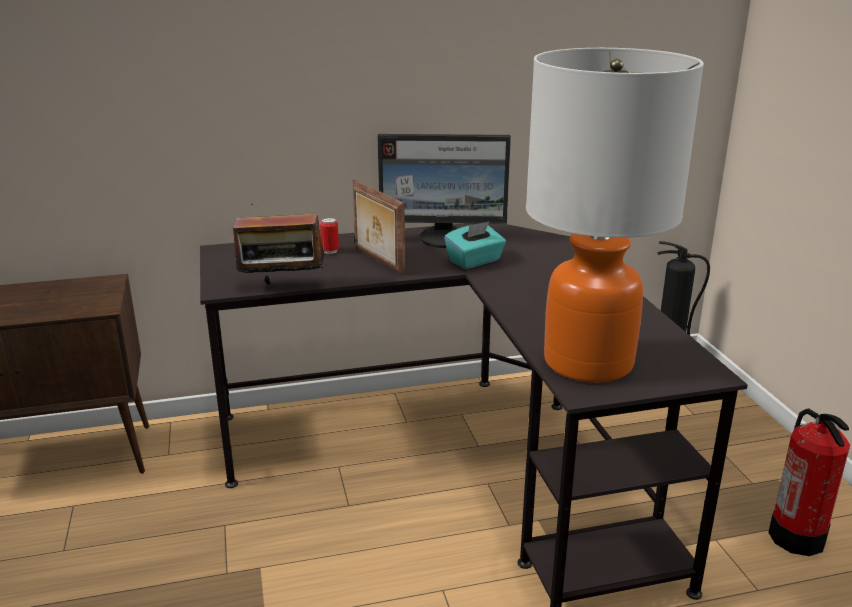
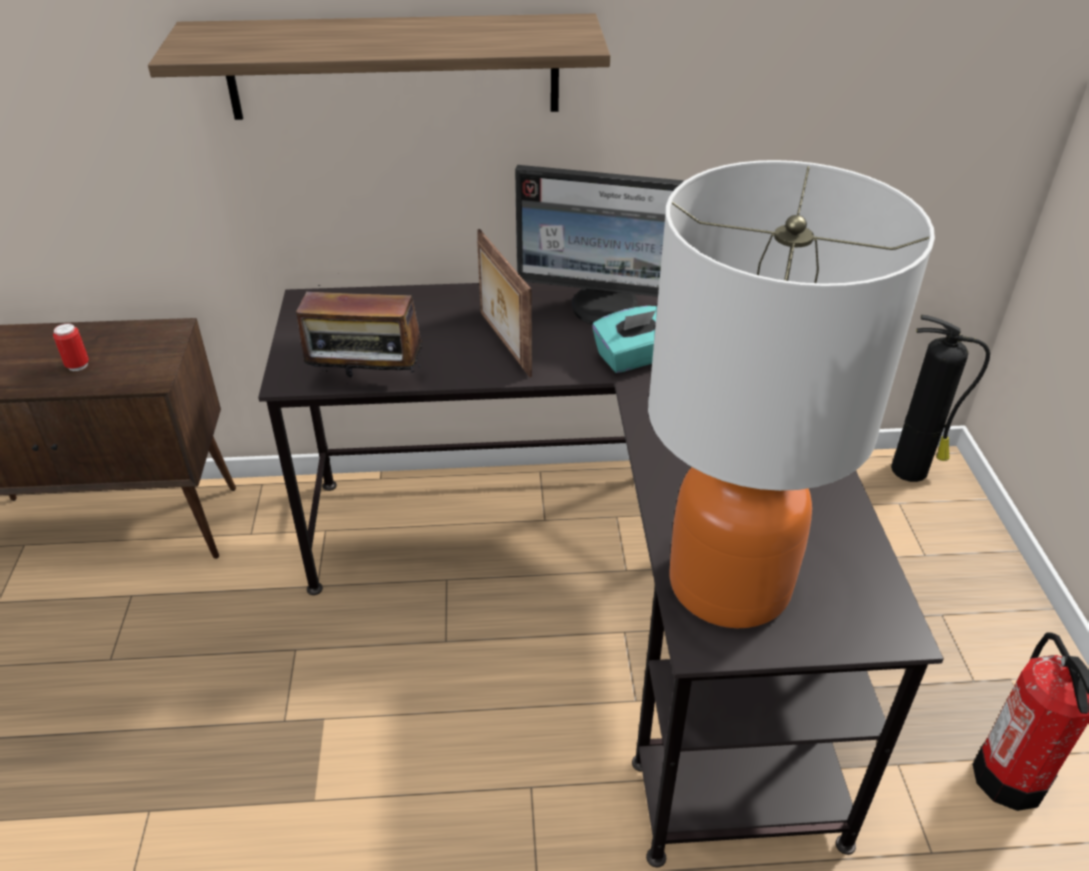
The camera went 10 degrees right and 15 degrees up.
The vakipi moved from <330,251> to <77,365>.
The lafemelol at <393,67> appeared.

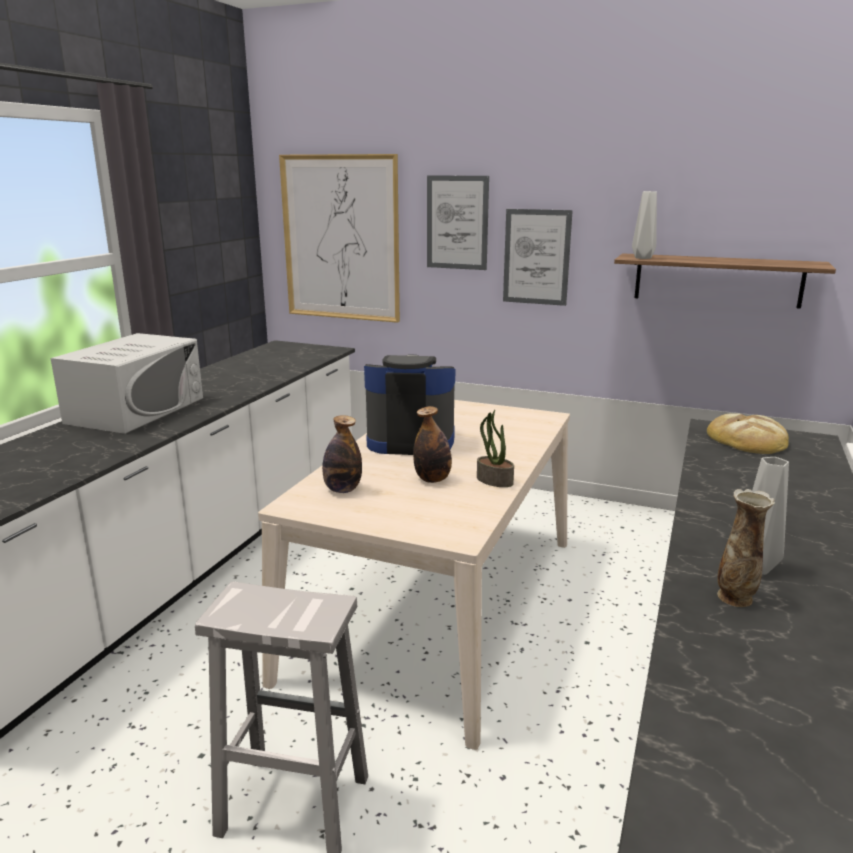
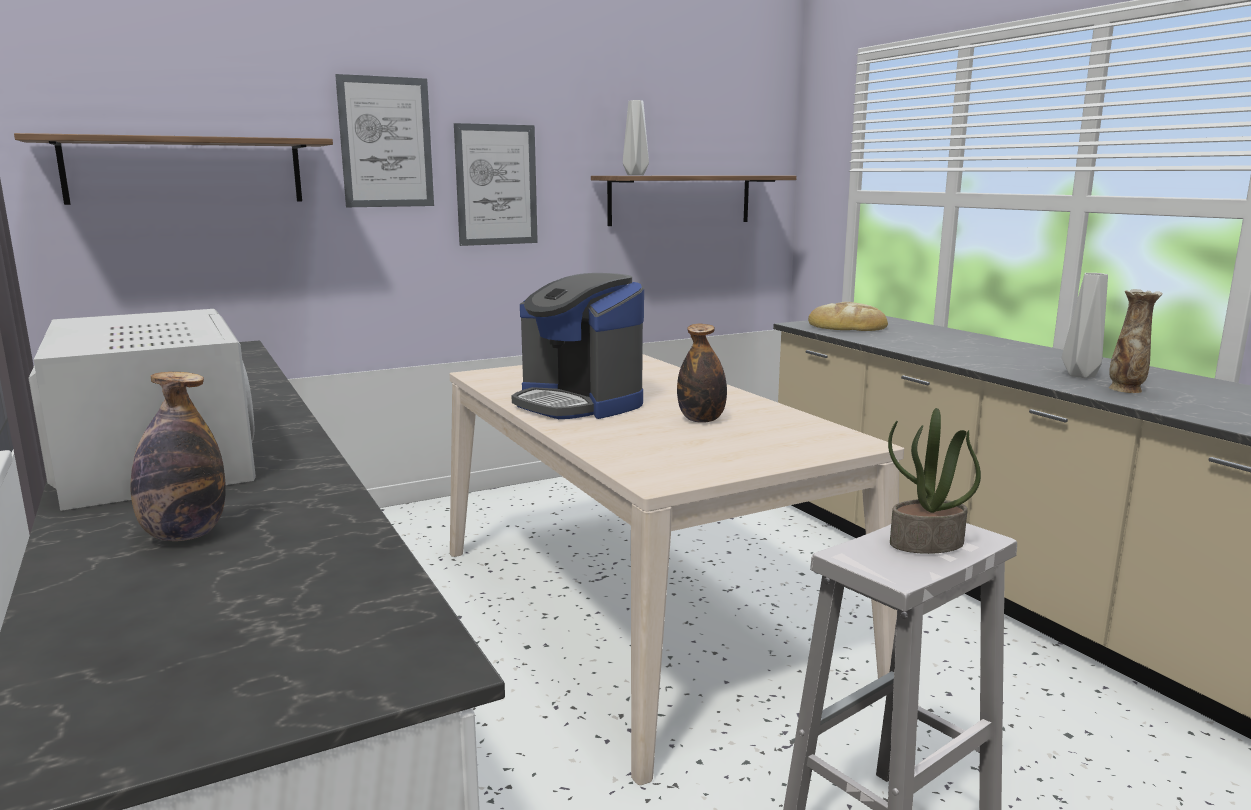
The camera went 50 degrees left and 5 degrees down.
The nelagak at <341,238> was replaced by the lafemelol at <185,171>.
The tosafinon at <410,441> turned 90 degrees counterclockwise.
The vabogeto moved from <493,480> to <926,544>.
The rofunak moved from <342,489> to <184,535>.

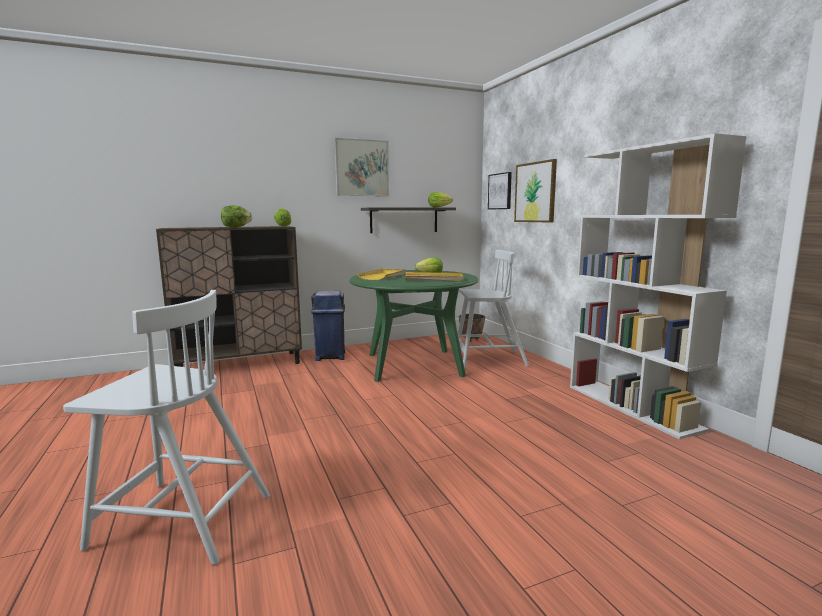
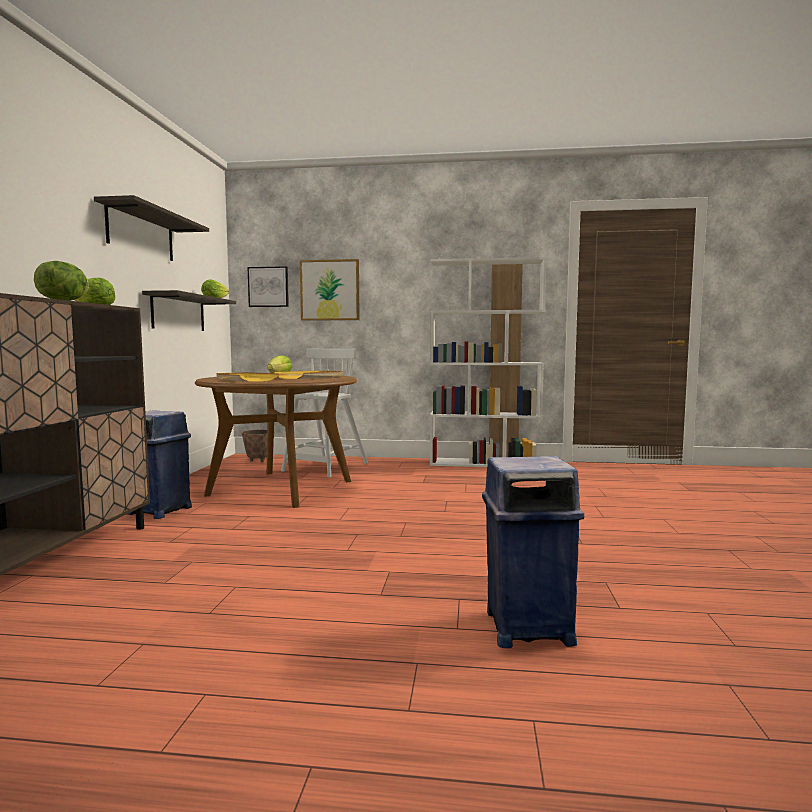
The camera went 60 degrees left and 5 degrees down.
The nelagak at <362,168> was replaced by the lafemelol at <141,233>.
The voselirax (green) at <414,365> became the voselirax (brown) at <281,488>.
The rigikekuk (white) at <180,520> was replaced by the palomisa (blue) at <526,627>.

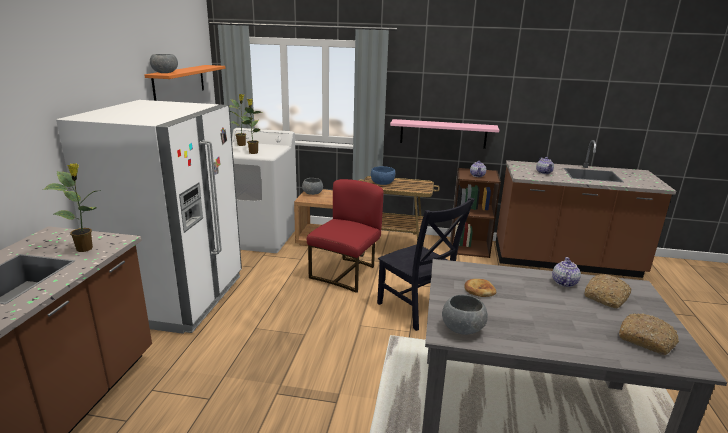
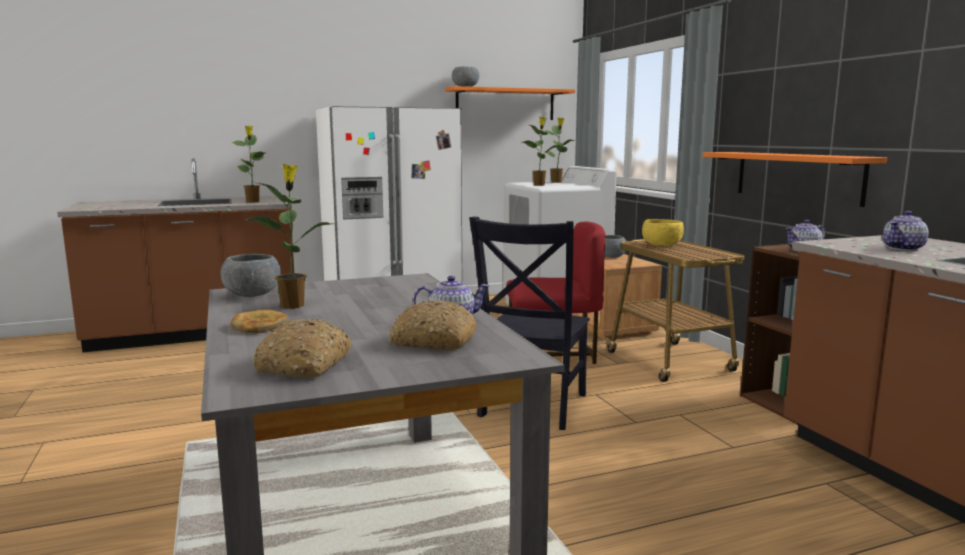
The camera went 60 degrees right and 10 degrees down.
The lafemelol (pink) at <443,133> became the lafemelol (orange) at <797,176>.
The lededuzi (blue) at <382,183> became the lededuzi (yellow) at <661,245>.
The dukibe moved from <479,290> to <259,326>.
The vabogeto at <293,305> appeared.

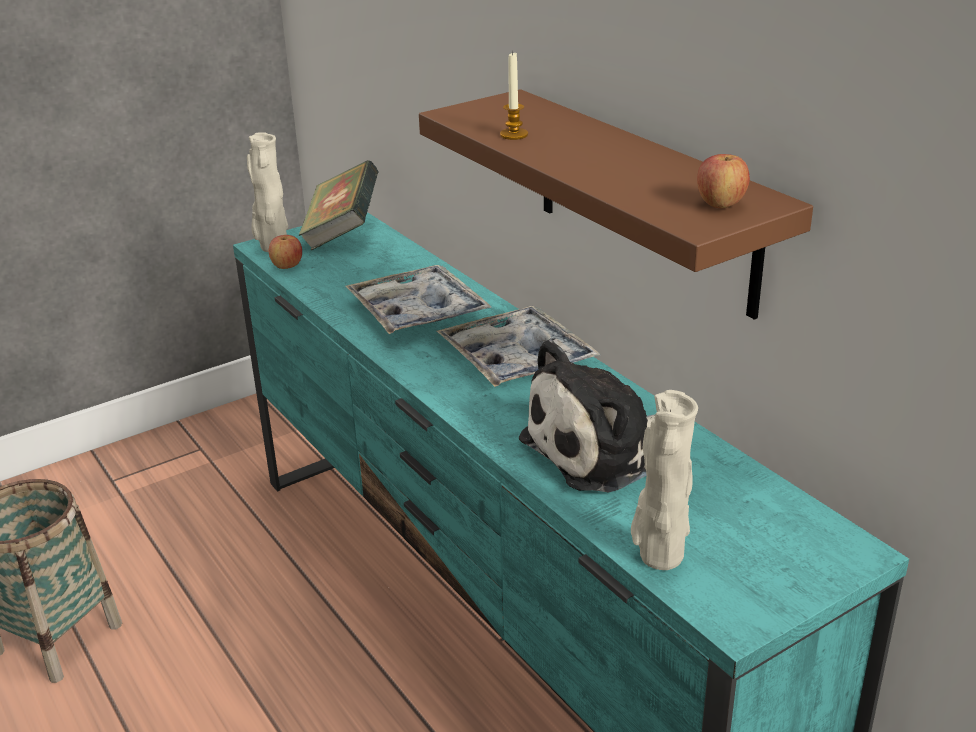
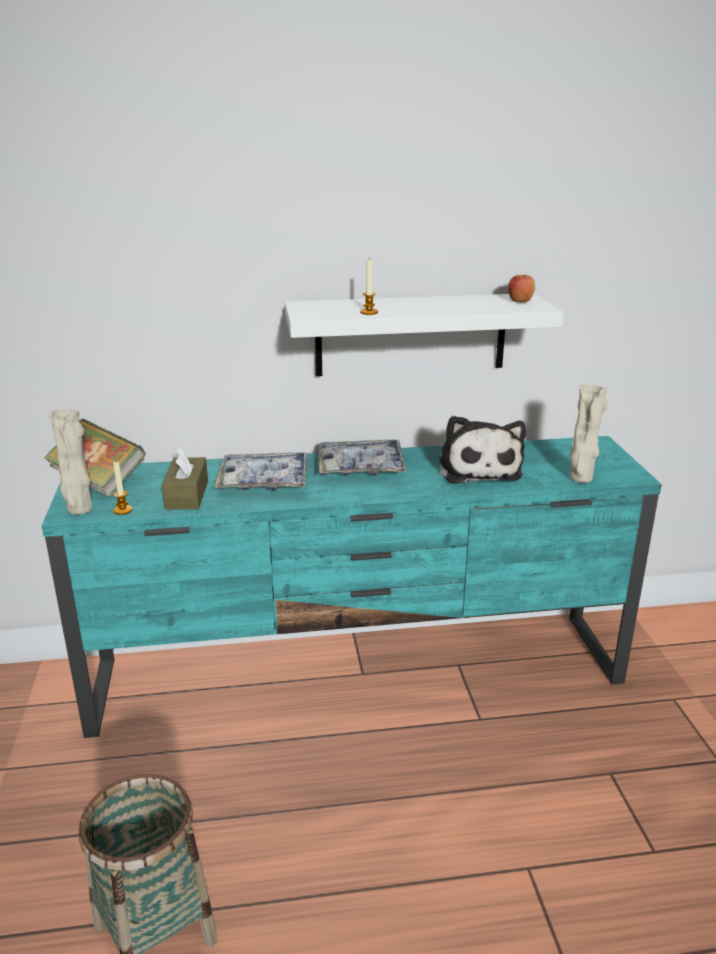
The camera went 65 degrees left and 5 degrees down.
The lafemelol (brown) at <644,200> became the lafemelol (white) at <411,334>.
The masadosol at <287,266> was replaced by the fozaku at <123,510>.
The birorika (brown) at <187,495> appeared.

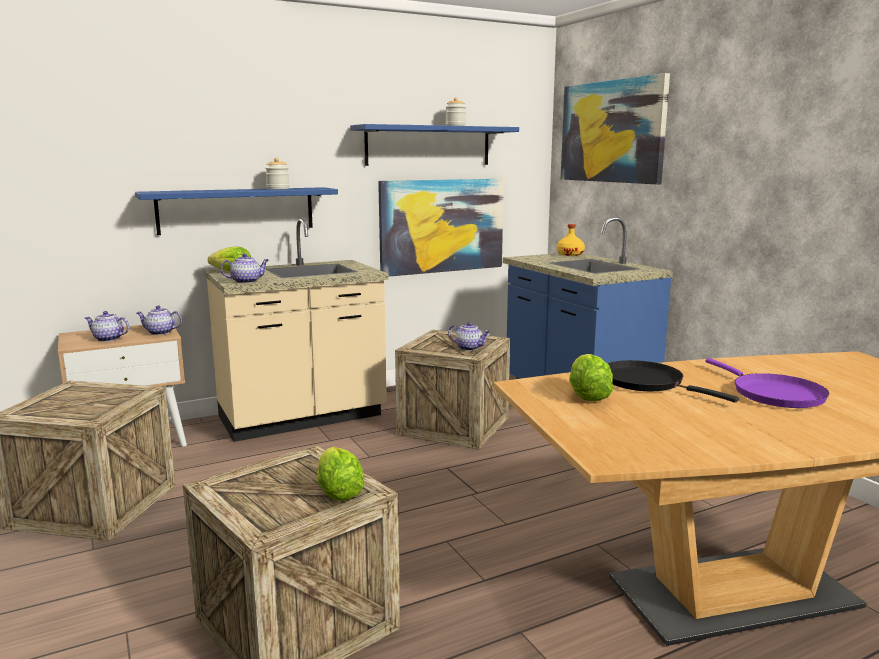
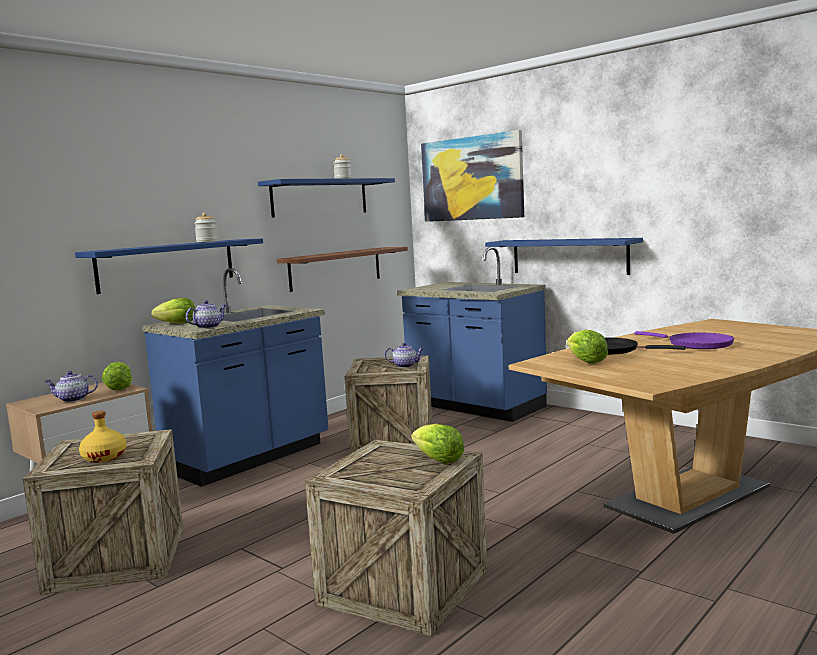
The camera went 20 degrees left and 5 degrees down.
The nelagak at <442,226> was replaced by the lafemelol (brown) at <335,268>.
The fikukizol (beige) at <302,418> became the fikukizol (blue) at <249,458>.
The rofunak (yellow) moved from <570,254> to <104,457>.
The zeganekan at <159,333> was replaced by the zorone at <119,388>.
The lafemelol (blue) at <569,256> appeared.

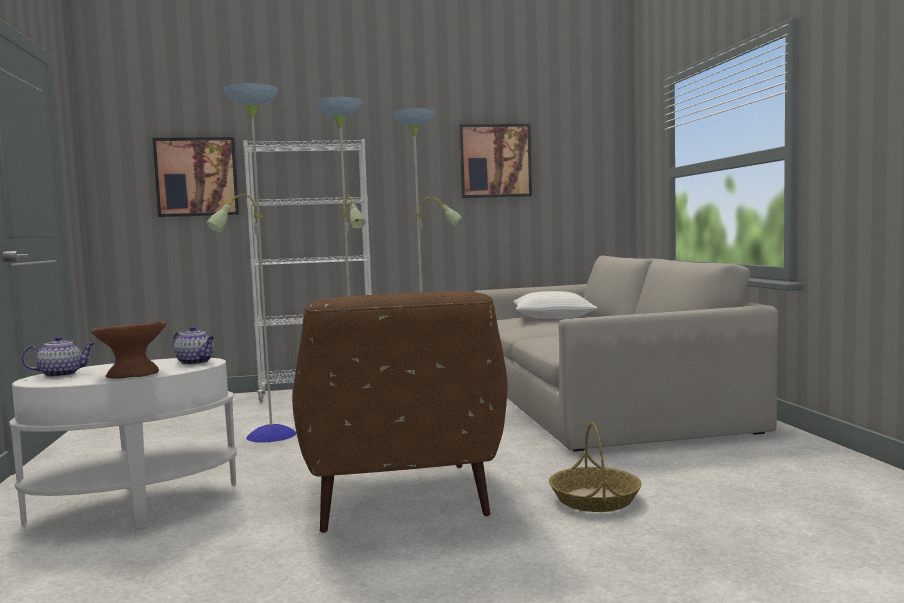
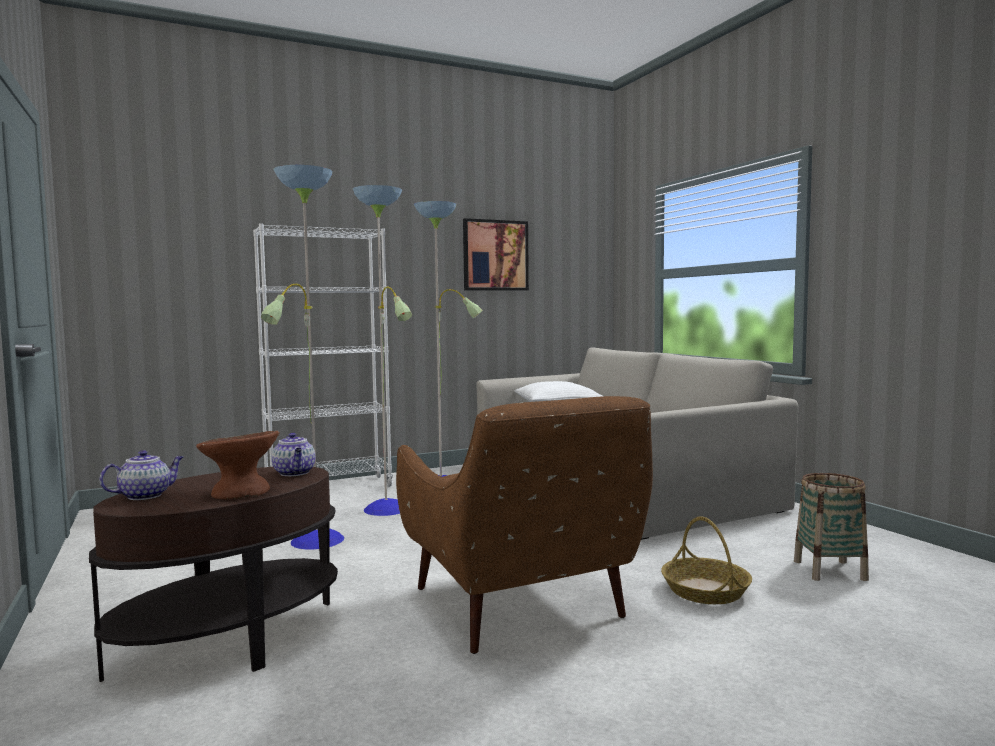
The camera went 15 degrees left and 0 degrees up.
The nelagak at <197,177> disappeared.
The zeganekan at <196,362> turned 45 degrees clockwise.
The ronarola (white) at <135,507> became the ronarola (brown) at <229,642>.
The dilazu at <830,570> appeared.

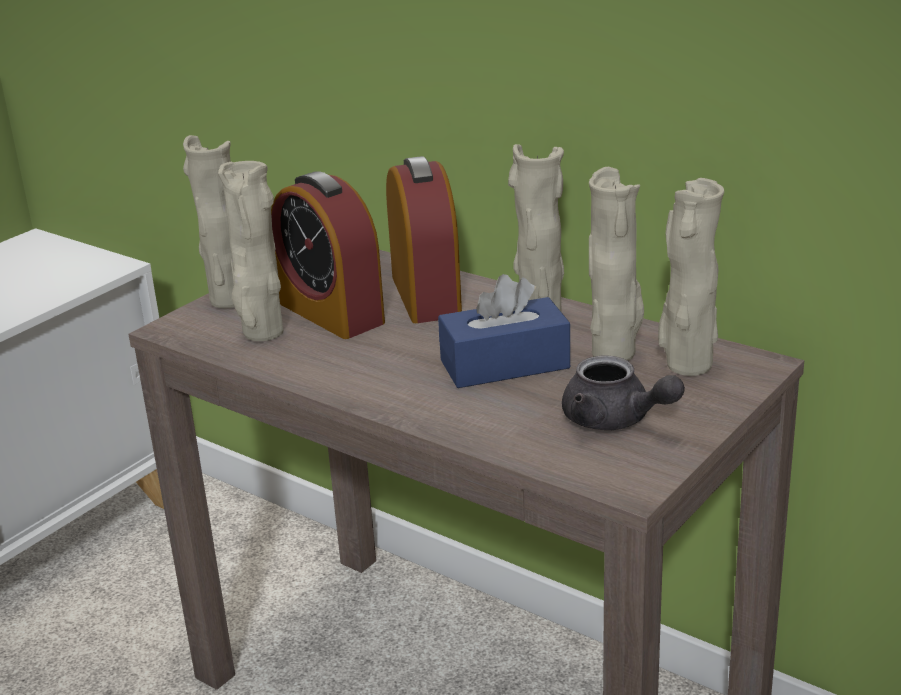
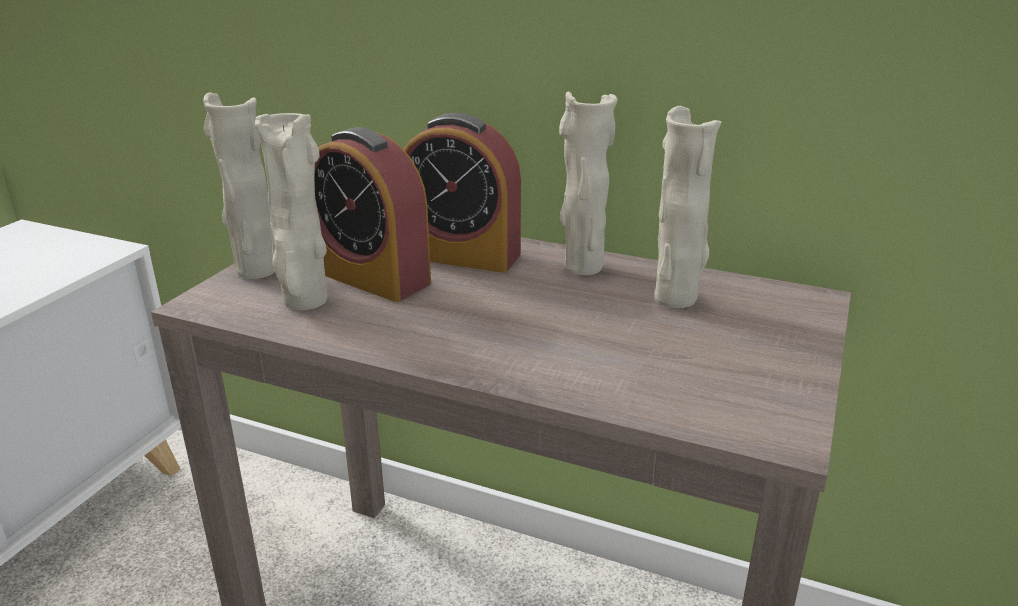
The camera went 15 degrees left and 0 degrees up.
The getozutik at <426,296> turned 135 degrees clockwise.
The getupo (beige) at <686,366> disappeared.
The birorika (blue) at <504,364> disappeared.
The zeganekan (grey) at <615,420> disappeared.

